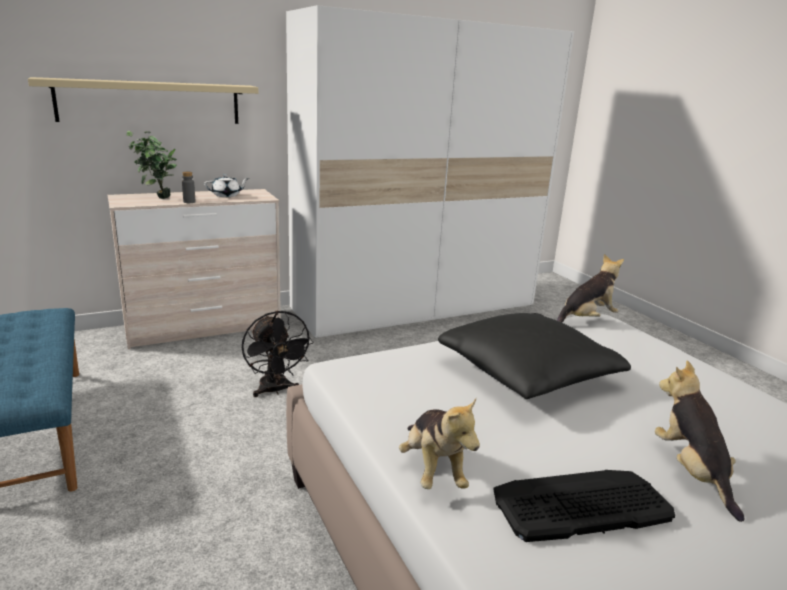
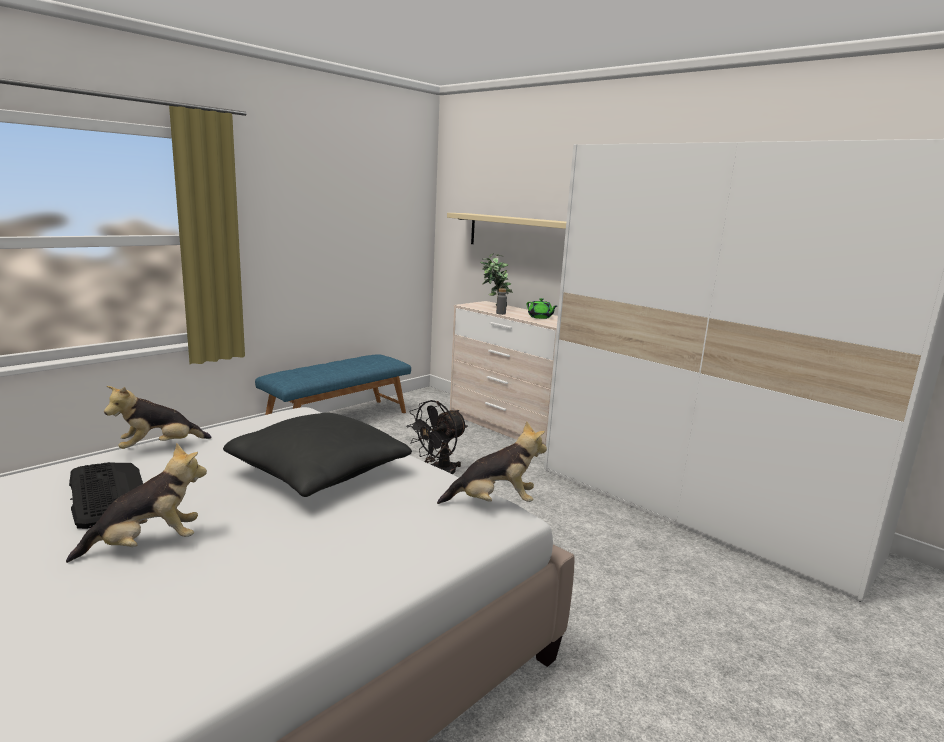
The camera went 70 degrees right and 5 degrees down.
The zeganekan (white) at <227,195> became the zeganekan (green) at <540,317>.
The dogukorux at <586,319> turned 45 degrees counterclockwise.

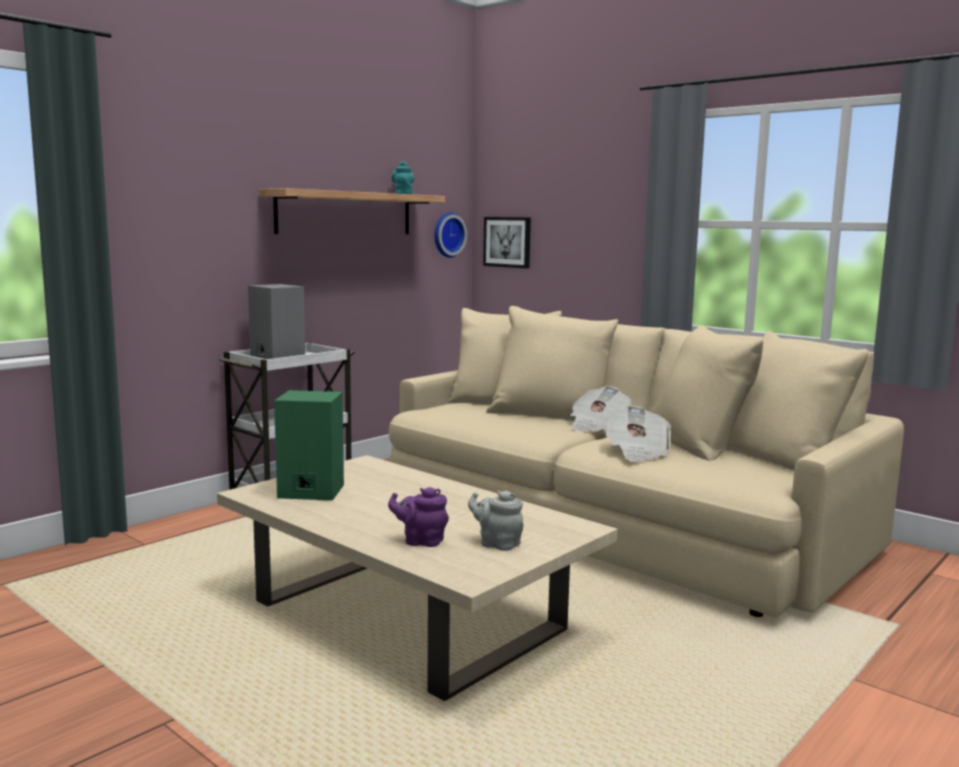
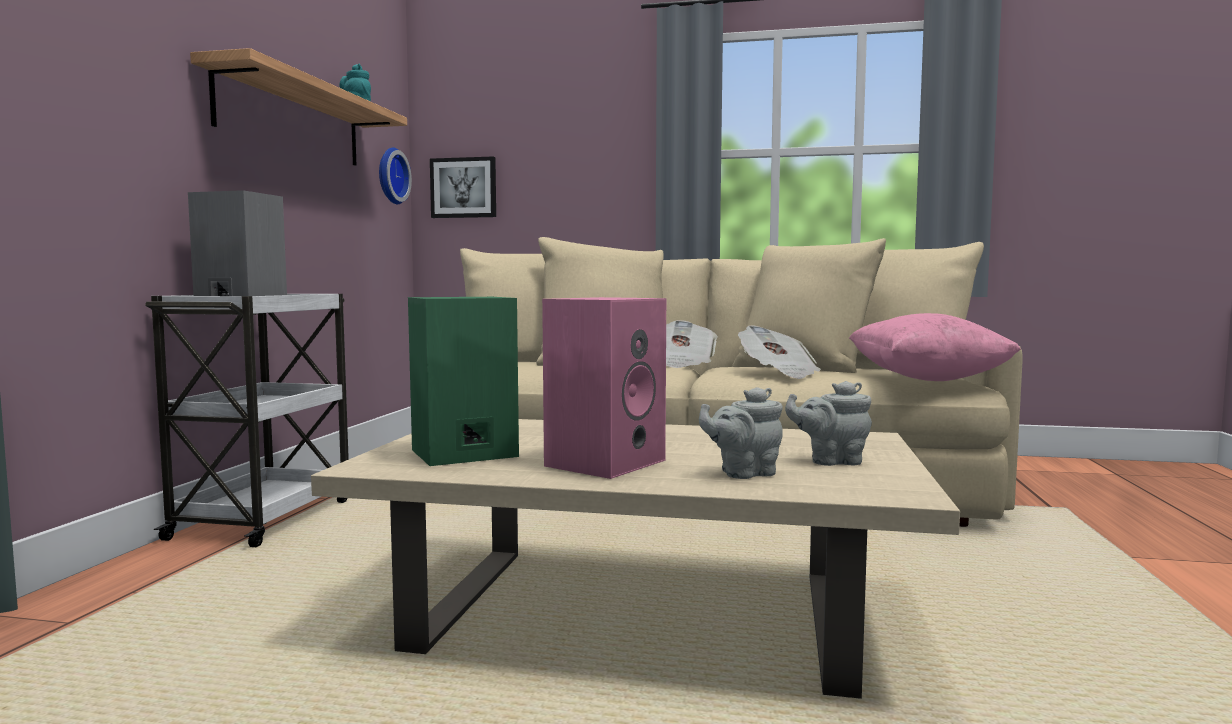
The camera went 30 degrees left and 5 degrees down.
The zeganekan (purple) at <421,541> became the zeganekan (grey) at <743,473>.
The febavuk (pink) at <605,462> appeared.
The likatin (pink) at <926,379> appeared.

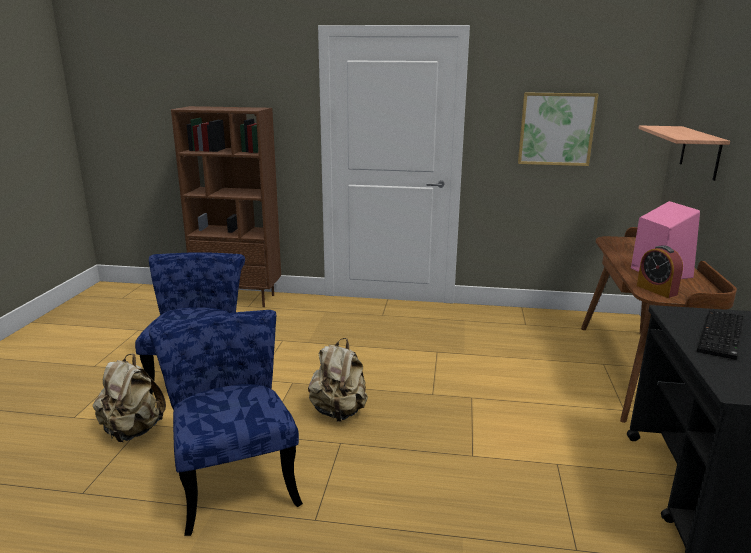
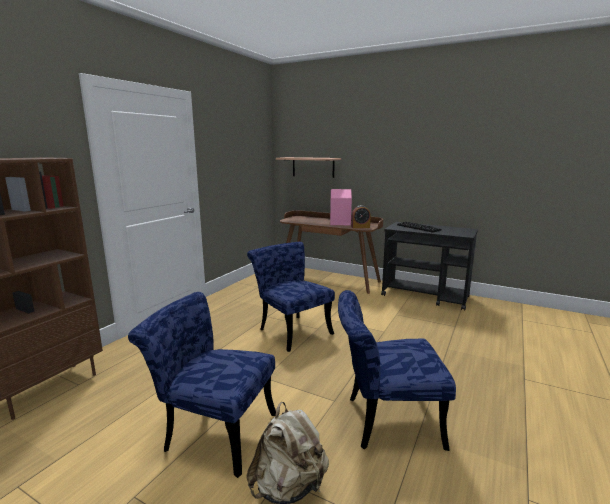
The camera went 70 degrees left and 5 degrees down.
The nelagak at <556,129> disappeared.
The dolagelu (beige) at <339,412> disappeared.
The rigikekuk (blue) at <291,330> appeared.

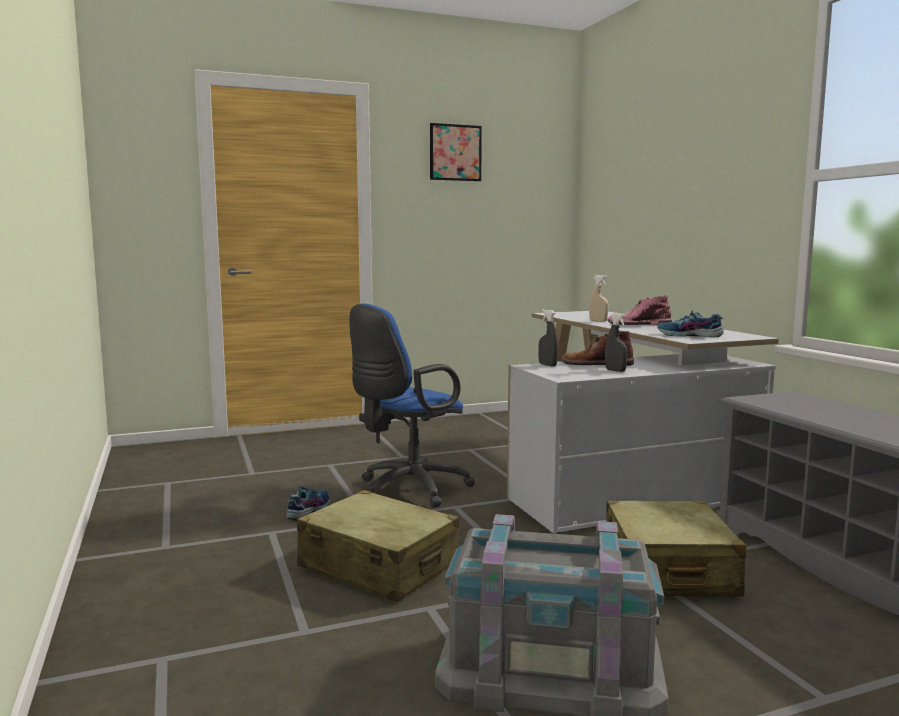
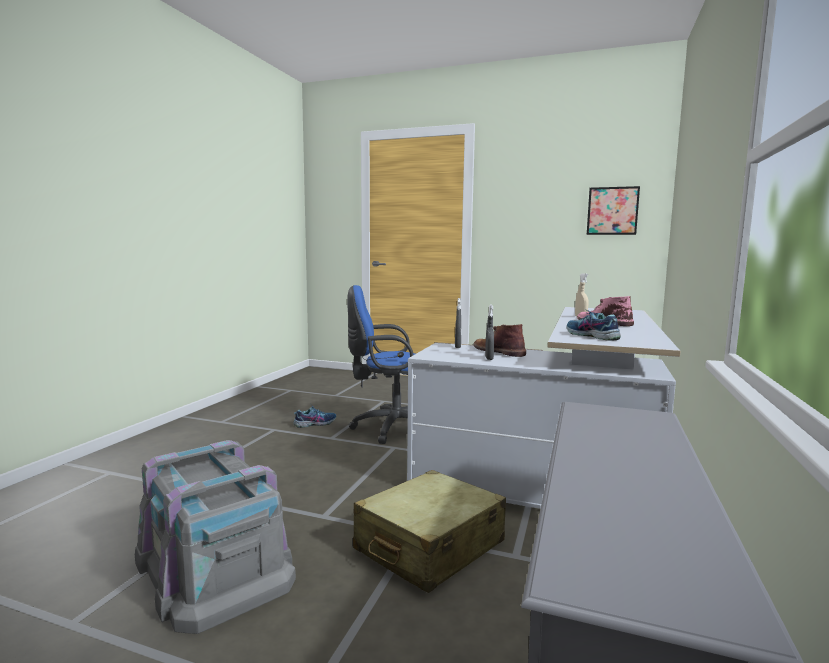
The camera went 40 degrees right and 0 degrees up.
The nelagak moved from <455,152> to <612,211>.
The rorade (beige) at <378,566> disappeared.

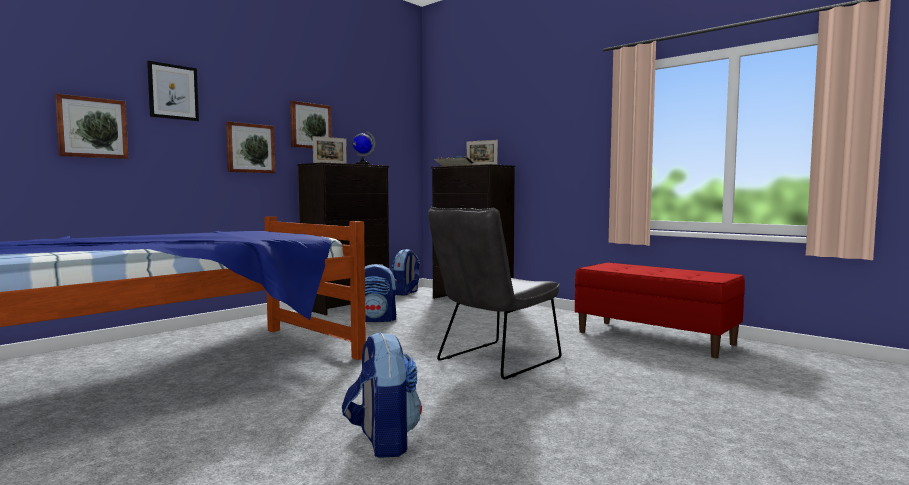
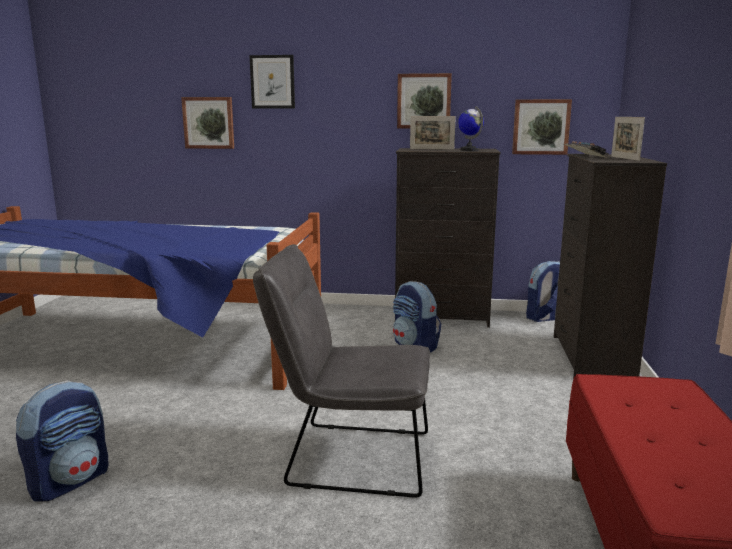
The camera went 55 degrees right and 10 degrees up.
The nelagak moved from <250,148> to <541,127>.

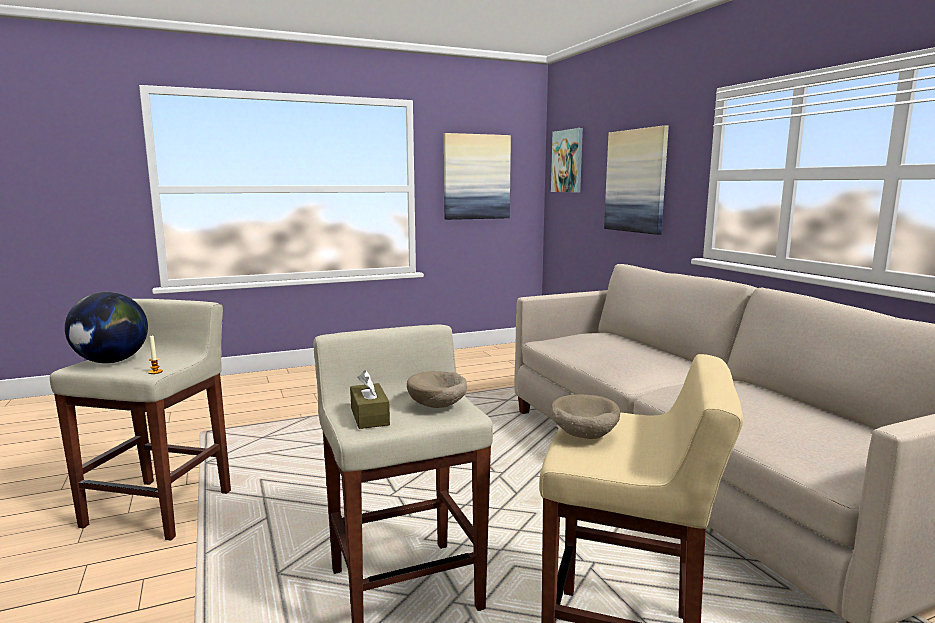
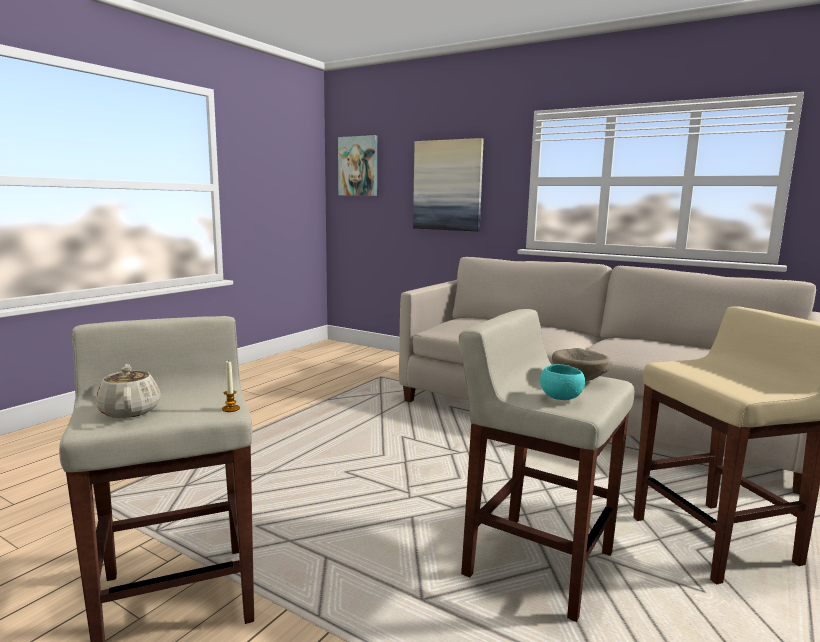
The camera went 35 degrees left and 0 degrees up.
The nelagak at <476,177> disappeared.
The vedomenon at <112,361> was replaced by the zeganekan (beige) at <130,410>.
The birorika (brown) at <369,416> was replaced by the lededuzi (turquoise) at <560,398>.
The lededuzi (beige) at <582,435> disappeared.

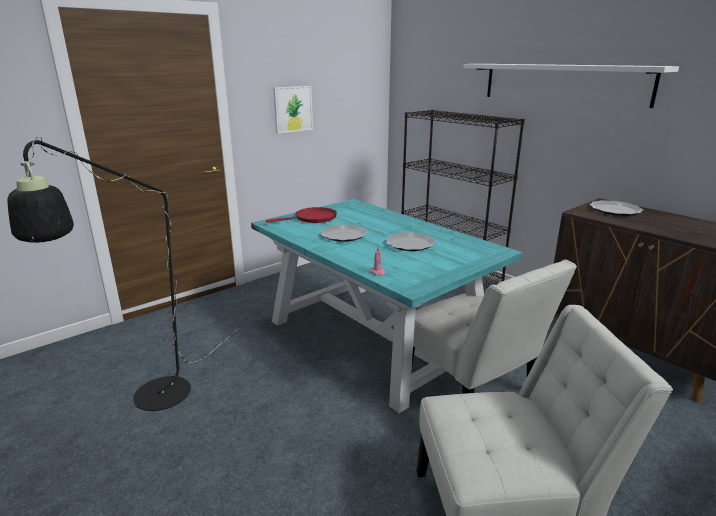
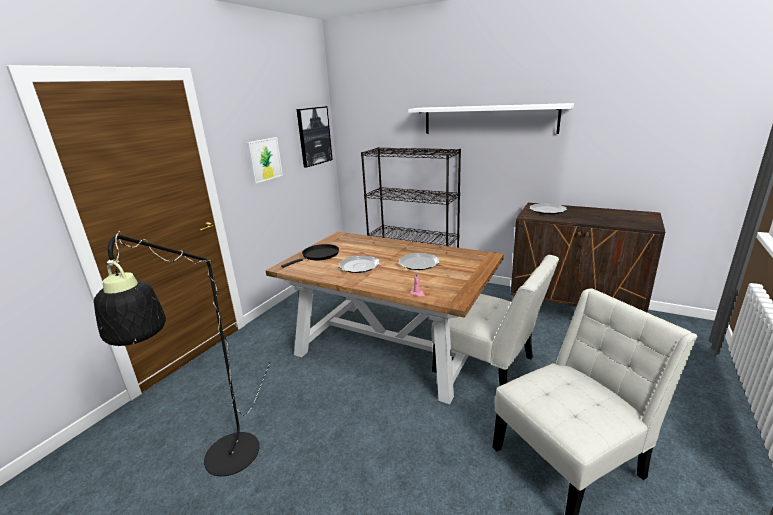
The camera went 20 degrees left and 0 degrees up.
The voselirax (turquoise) at <376,338> became the voselirax (brown) at <392,346>.
The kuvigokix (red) at <313,218> became the kuvigokix (black) at <318,255>.
The nelagak at <314,136> appeared.

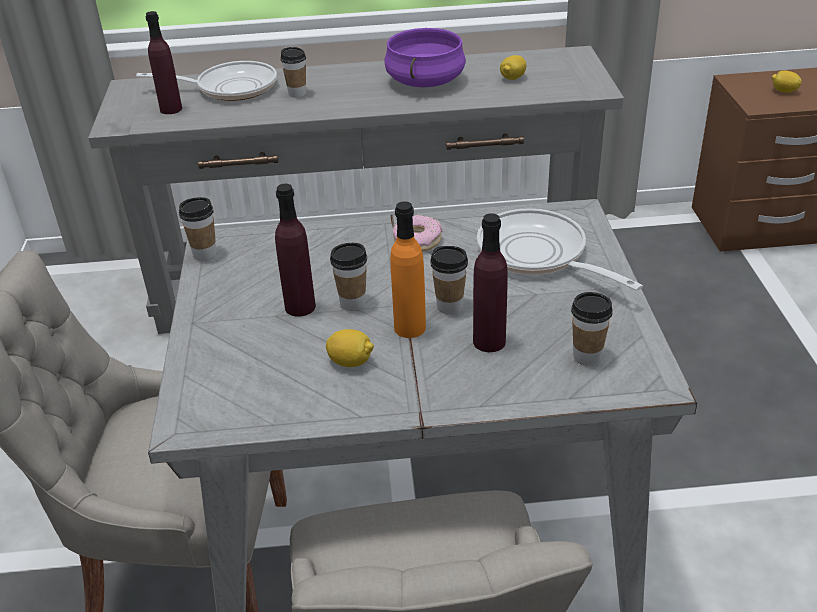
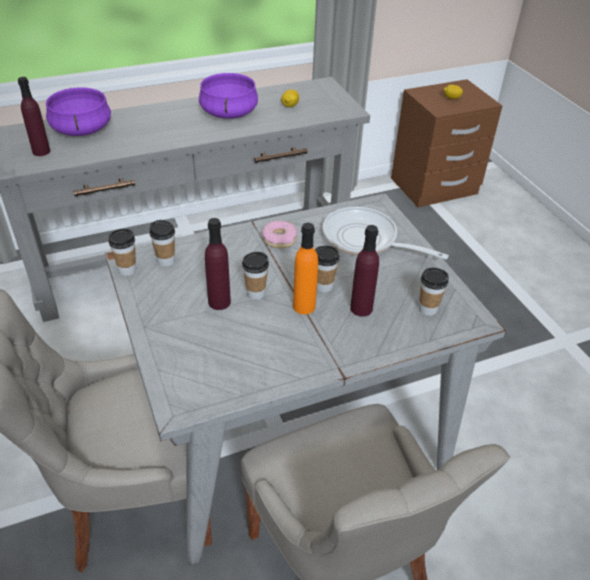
The camera went 20 degrees left and 5 degrees up.
The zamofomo moved from <297,94> to <166,261>.
The kuvigokix at <230,88> was replaced by the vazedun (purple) at <81,129>.
The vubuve at <351,362> disappeared.

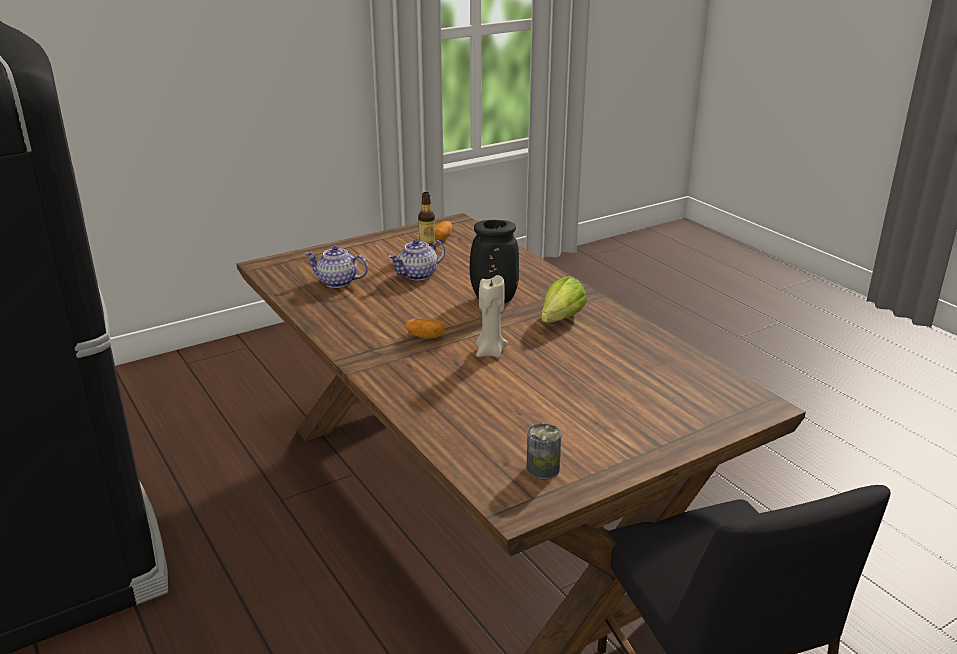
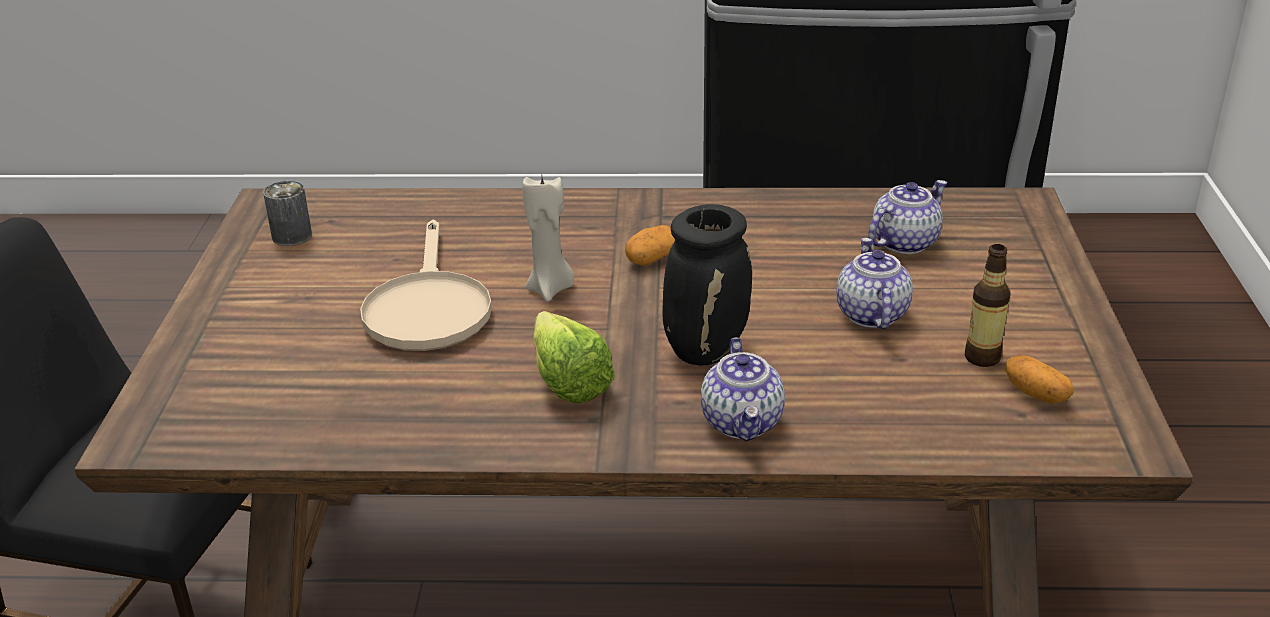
The camera went 125 degrees right and 5 degrees up.
The kuvigokix (beige) at <427,308> appeared.
The zeganekan at <743,422> appeared.

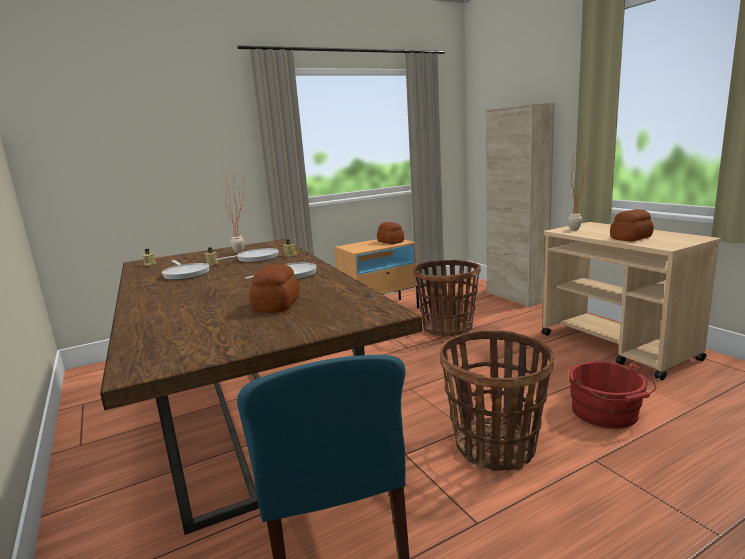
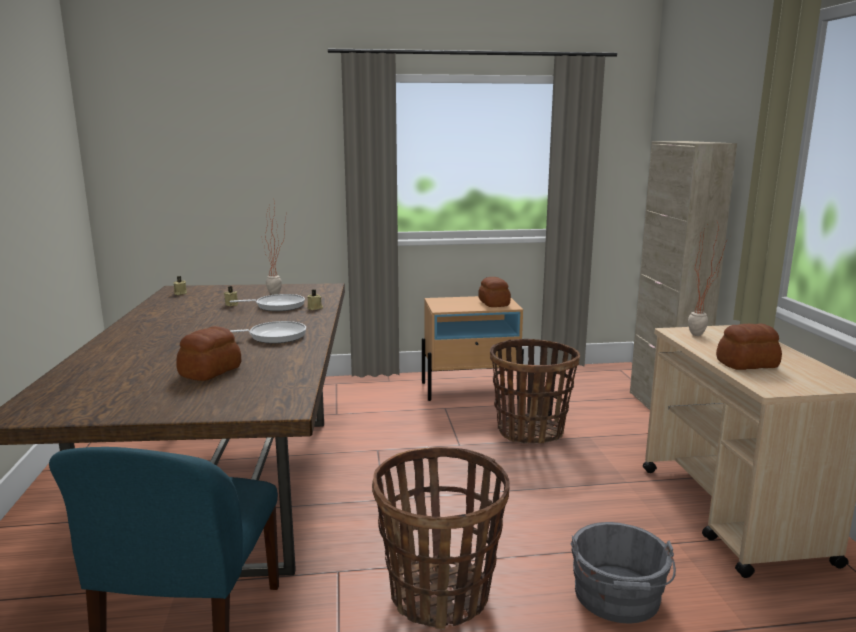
The camera went 20 degrees right and 0 degrees up.
The kuvigokix at <186,274> disappeared.
The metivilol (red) at <607,413> became the metivilol (grey) at <618,598>.

